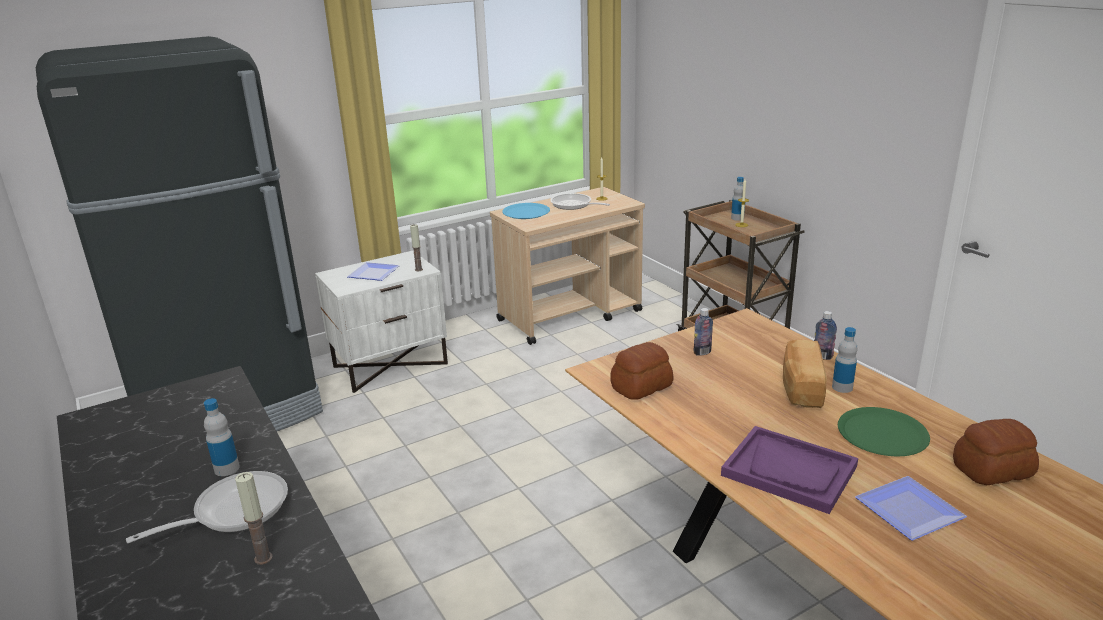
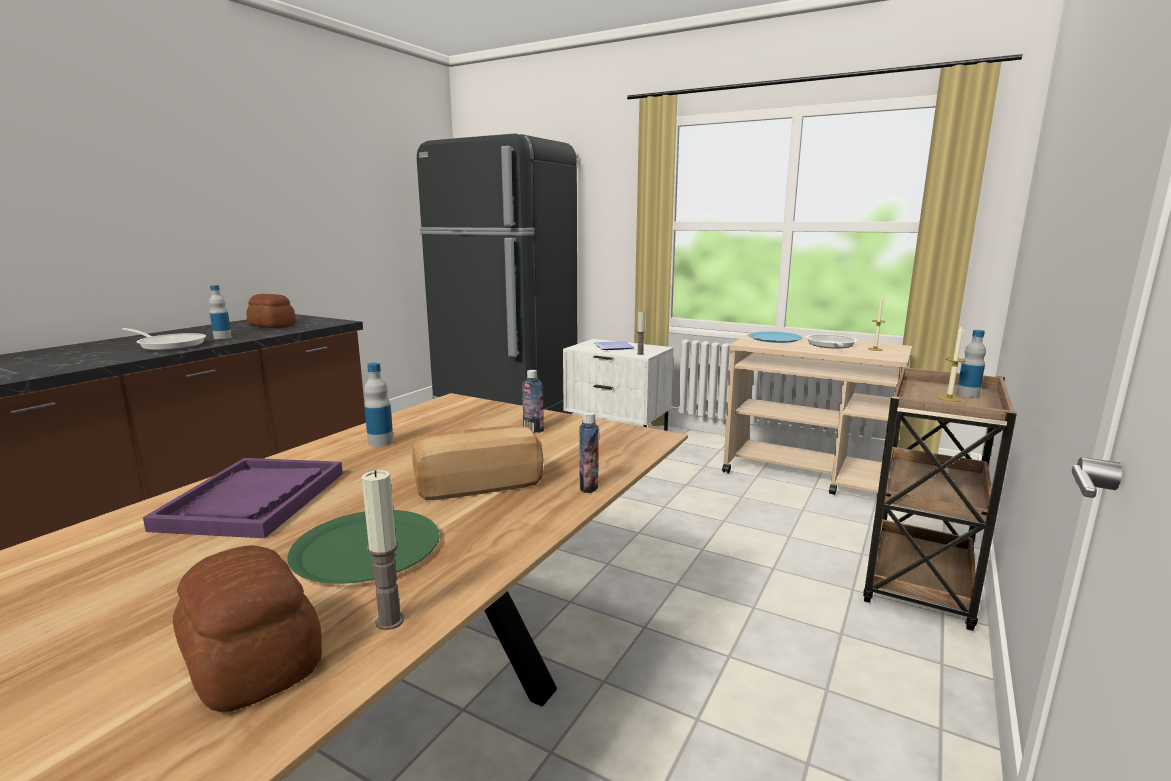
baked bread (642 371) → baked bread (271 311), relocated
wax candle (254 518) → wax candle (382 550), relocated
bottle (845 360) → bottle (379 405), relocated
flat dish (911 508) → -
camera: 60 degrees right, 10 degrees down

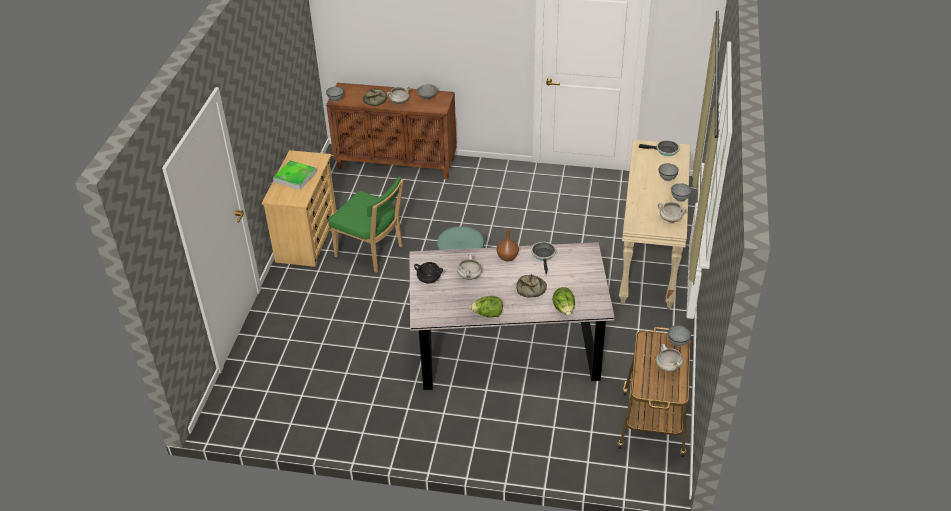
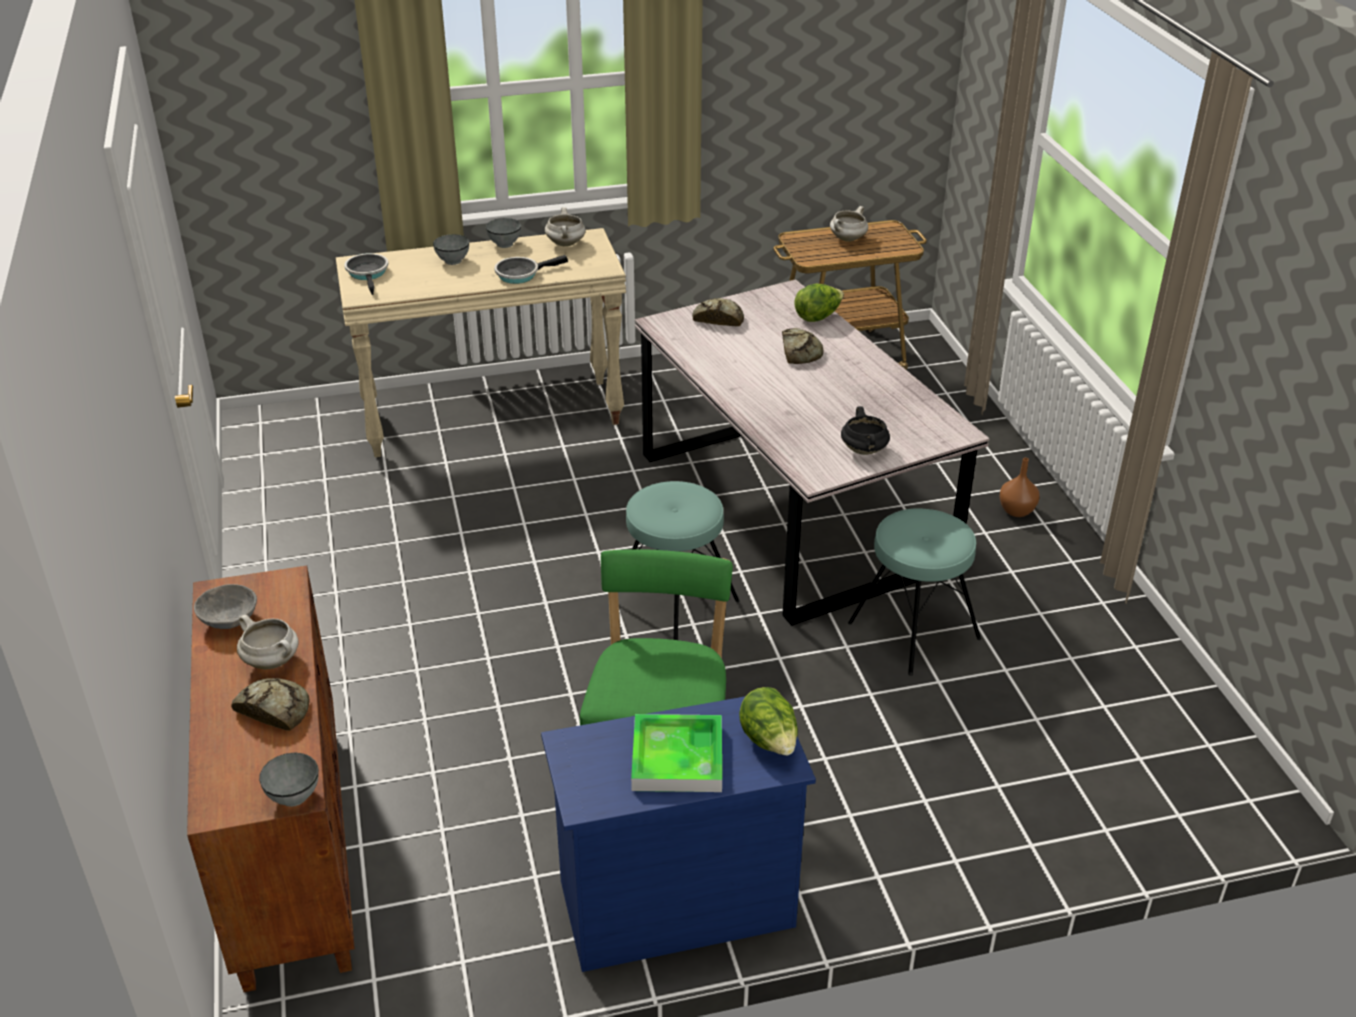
pan (543 258) → pan (531 269), relocated
beige chest of drawers (299 208) → blue chest of drawers (678 834)
- → baked bread (718 312)
head of lettuce (486 307) → head of lettuce (768 721), relocated
- → turquoise sitting stool (914 592)
brown-coloured flower vase (508 245) → brown-coloured flower vase (1020 487), relocated
white-coloured cooking pot (469 267) → -
grey serving bowl (679 336) → -
camera: 115 degrees left, 5 degrees down

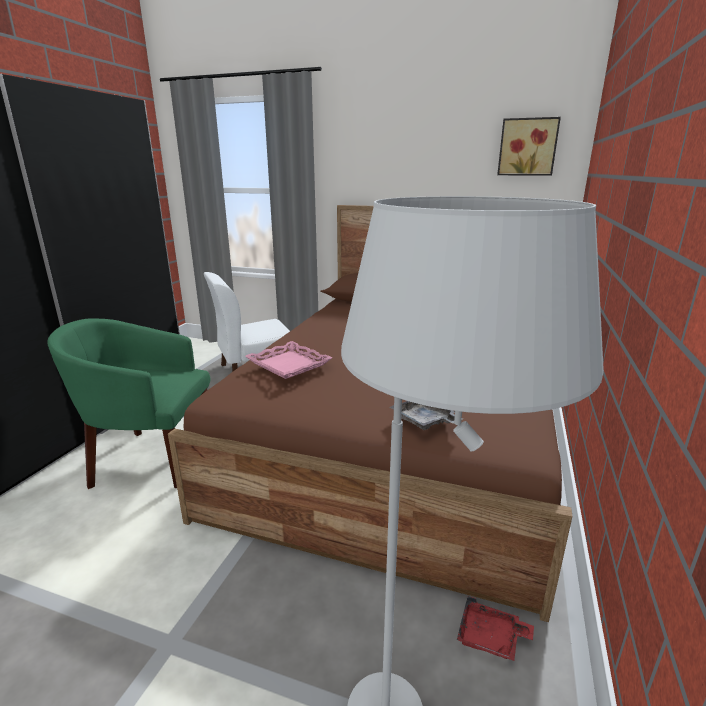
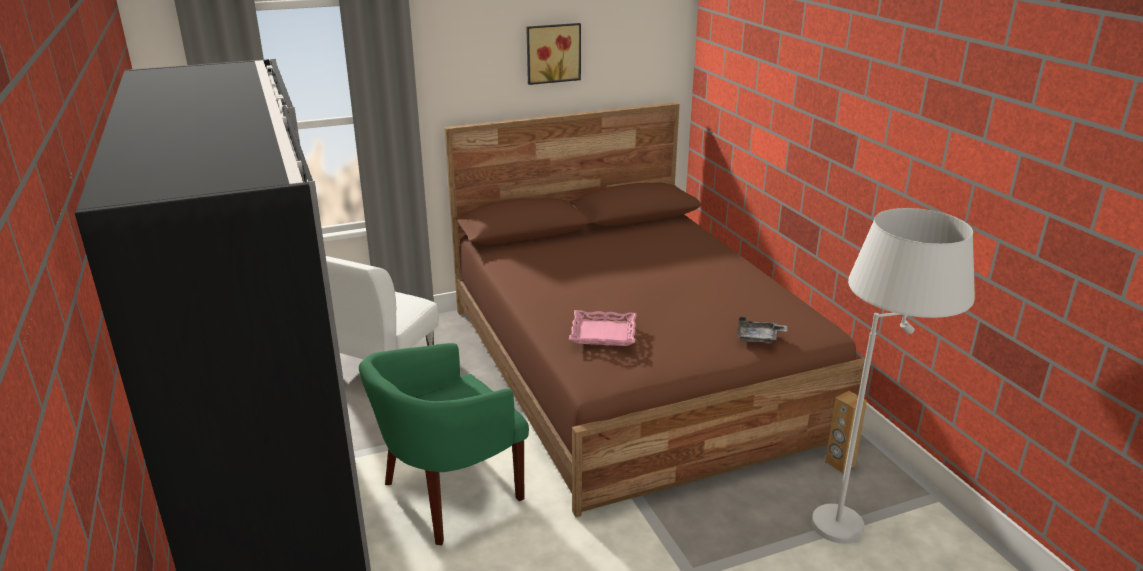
wall art (529 146) → wall art (553 54), relocated
reddish carrying tray (495 628) → brown-coloured audio speaker (846 432)
camera: 40 degrees left, 5 degrees up

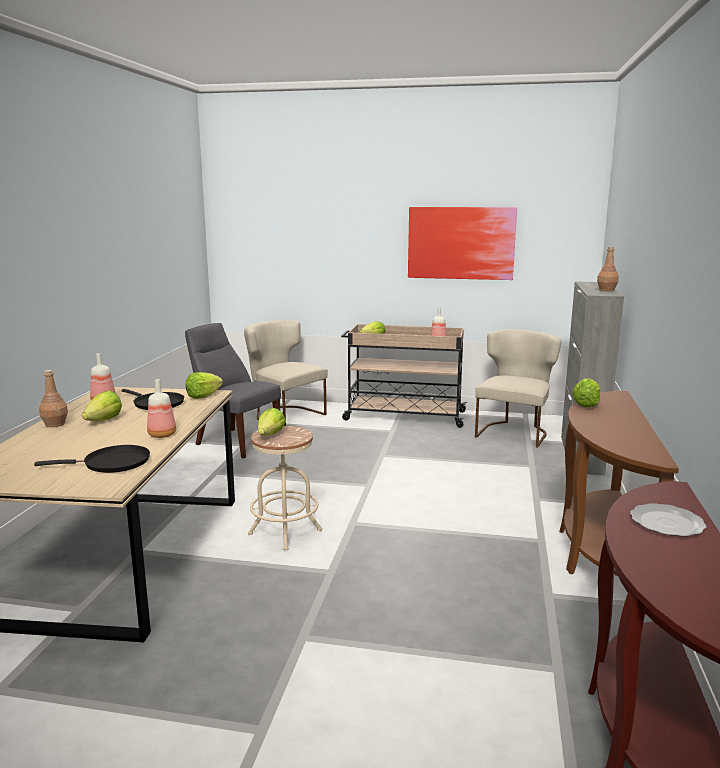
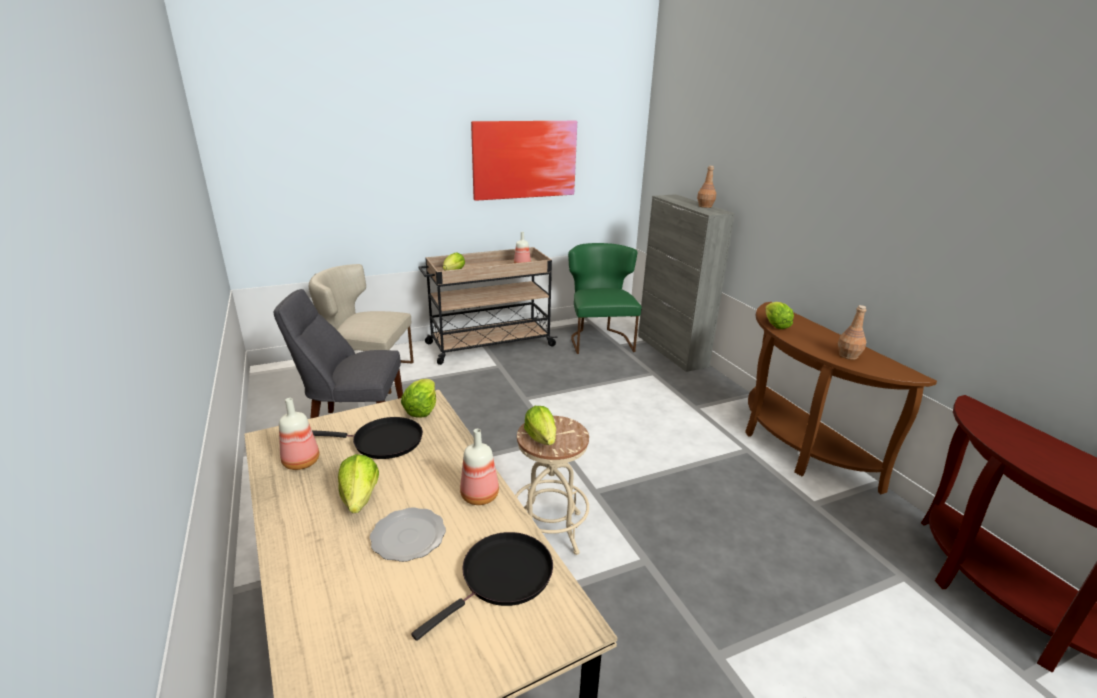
flat dish (668 520) → flat dish (408 534), relocated
beige plain chair (518 388) → green-coloured plain chair (605 298)
brown-coloured bottle (53 398) → brown-coloured bottle (852 332), relocated
camera: 35 degrees left, 10 degrees up

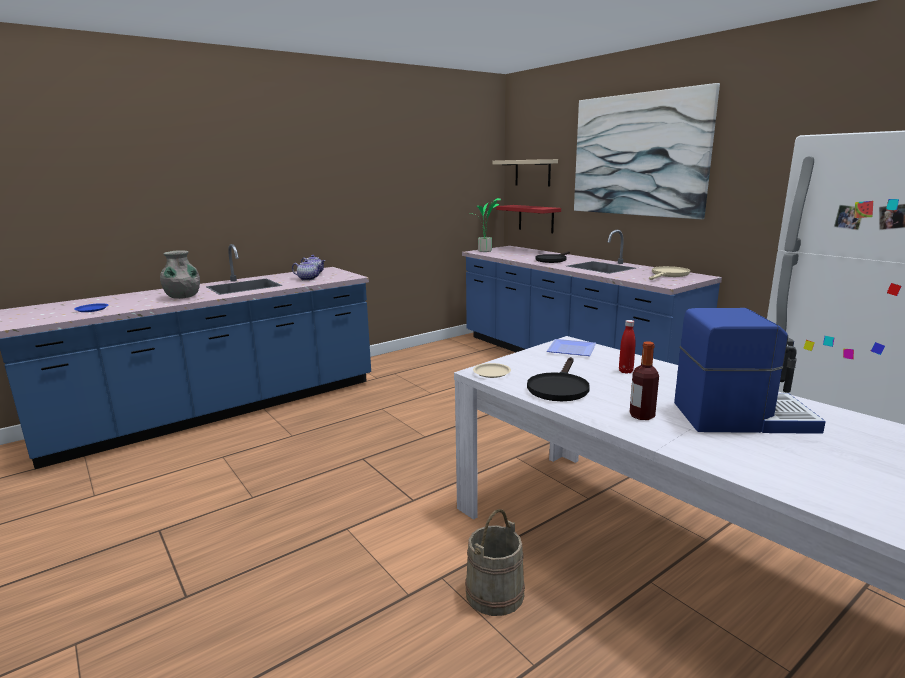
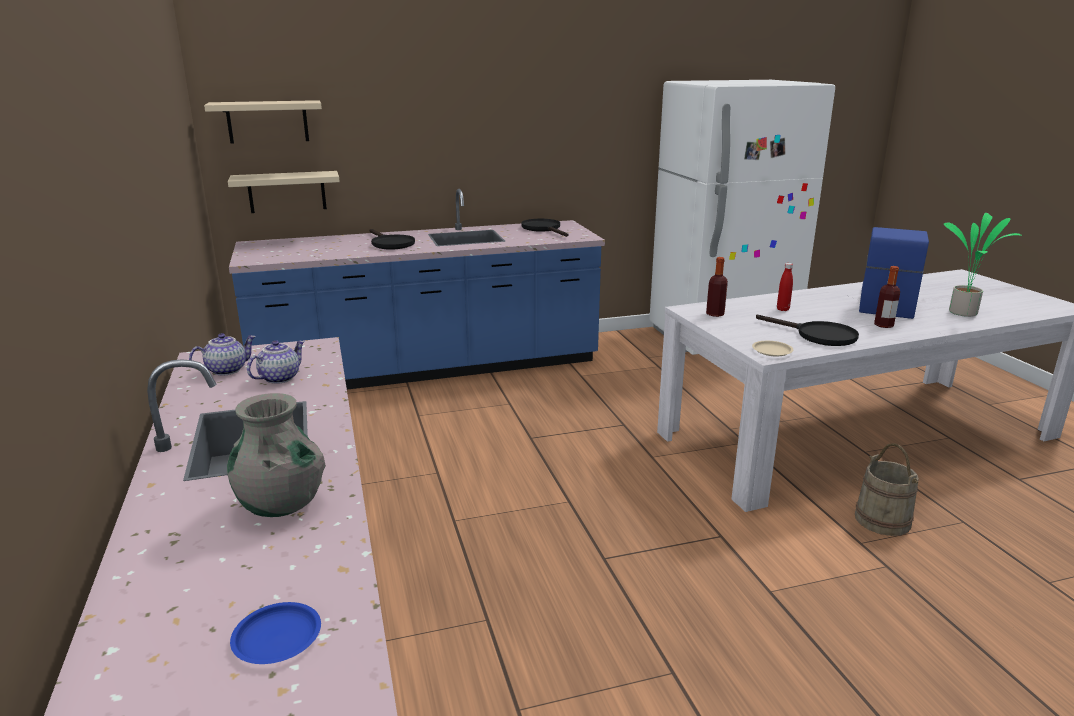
reddish bracket shelf (528 219) → beige bracket shelf (284 192)
beige pan (669 273) → black-coloured pan (544 228)
flat dish (571 347) → bottle (717 287)
potted plant (485 225) → potted plant (983 265), relocated
wall art (647 151) → -
camera: 70 degrees left, 5 degrees up

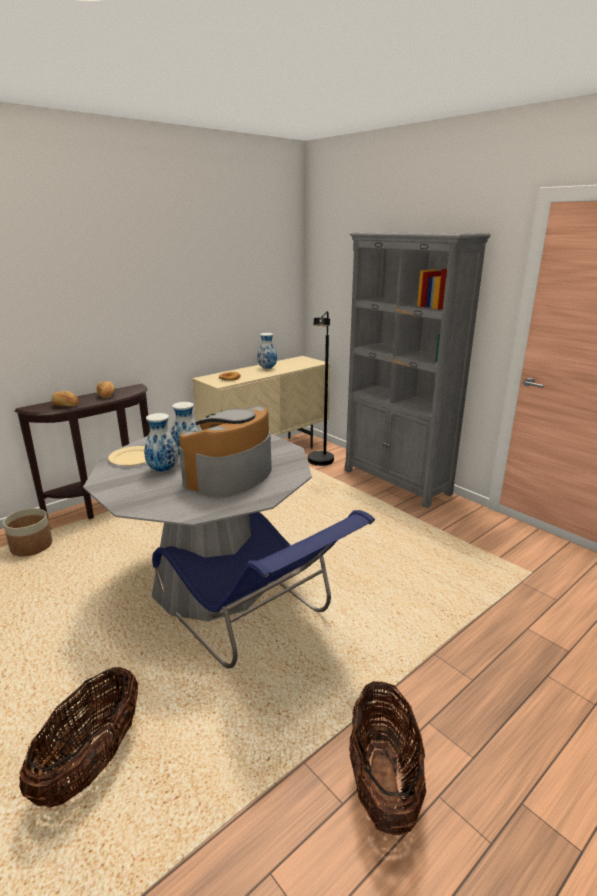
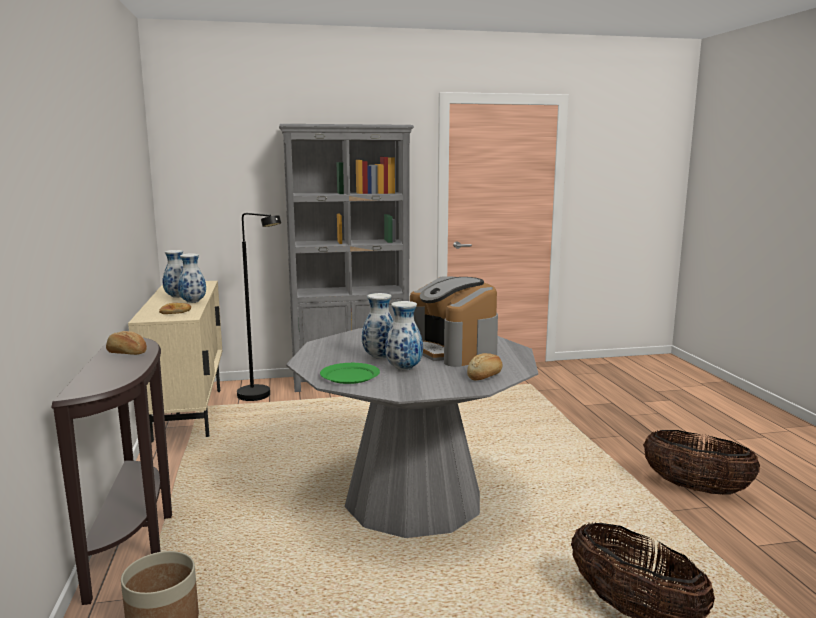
- → flower vase (192 278)
beige flat dish (127 456) → green-coloured flat dish (350 373)
baked bread (65 399) → baked bread (485 366), relocated
blue plain chair (263 589) → -
camera: 60 degrees left, 10 degrees down

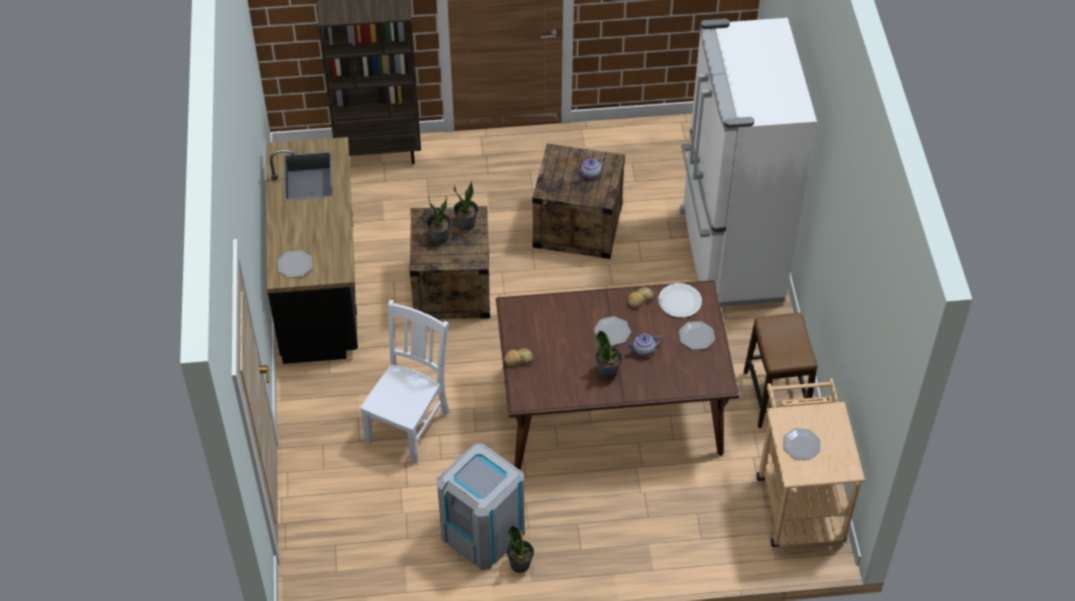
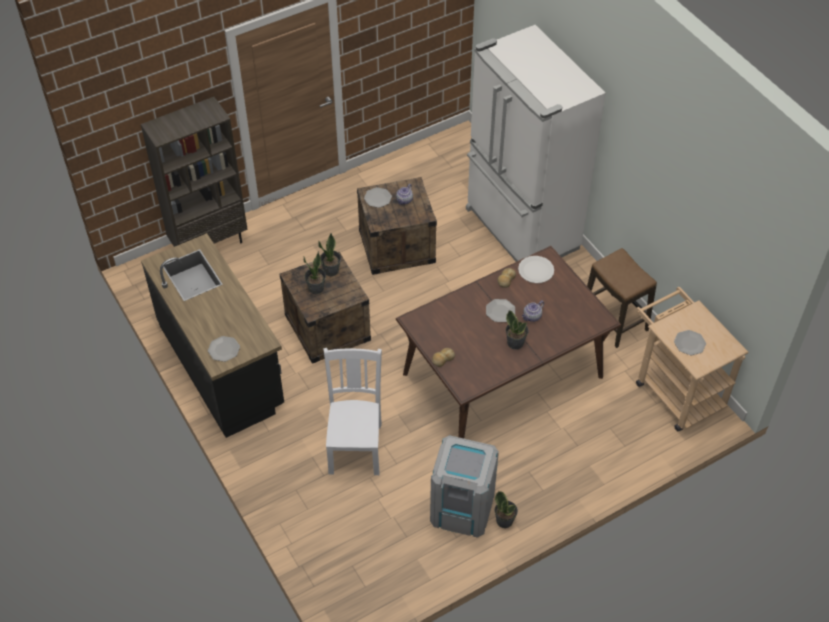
flat dish (697 335) → flat dish (378 197), relocated
camera: 25 degrees left, 0 degrees up

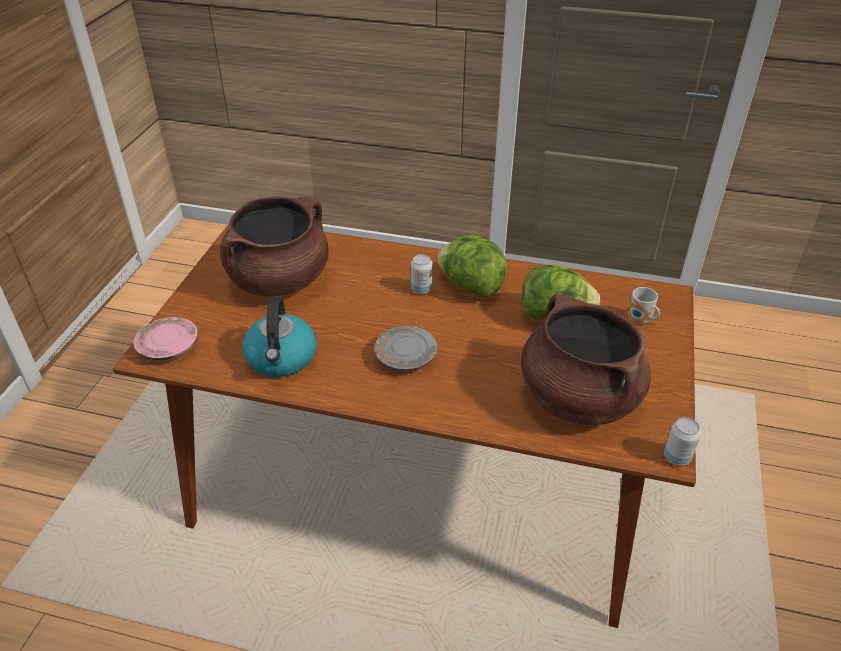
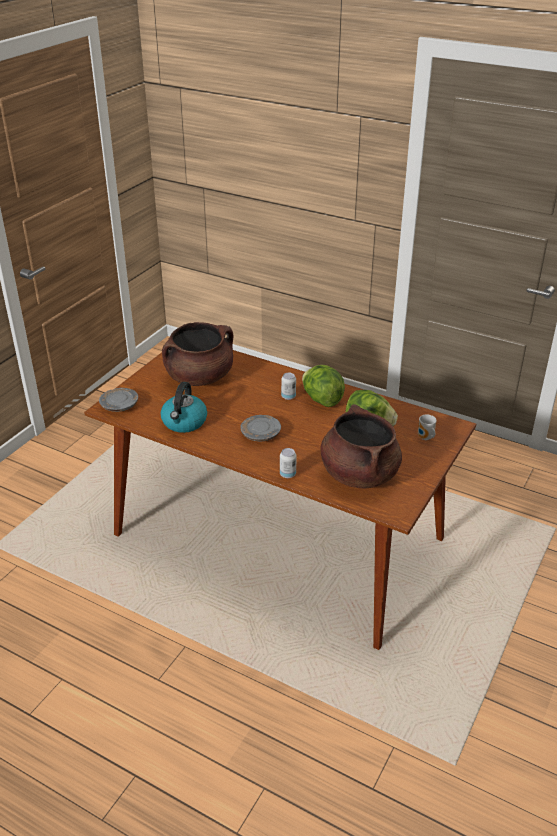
pink-coloured flat dish (165 339) → grey flat dish (118 400)
can (682 441) → can (288 463), relocated
camera: 15 degrees right, 5 degrees down

